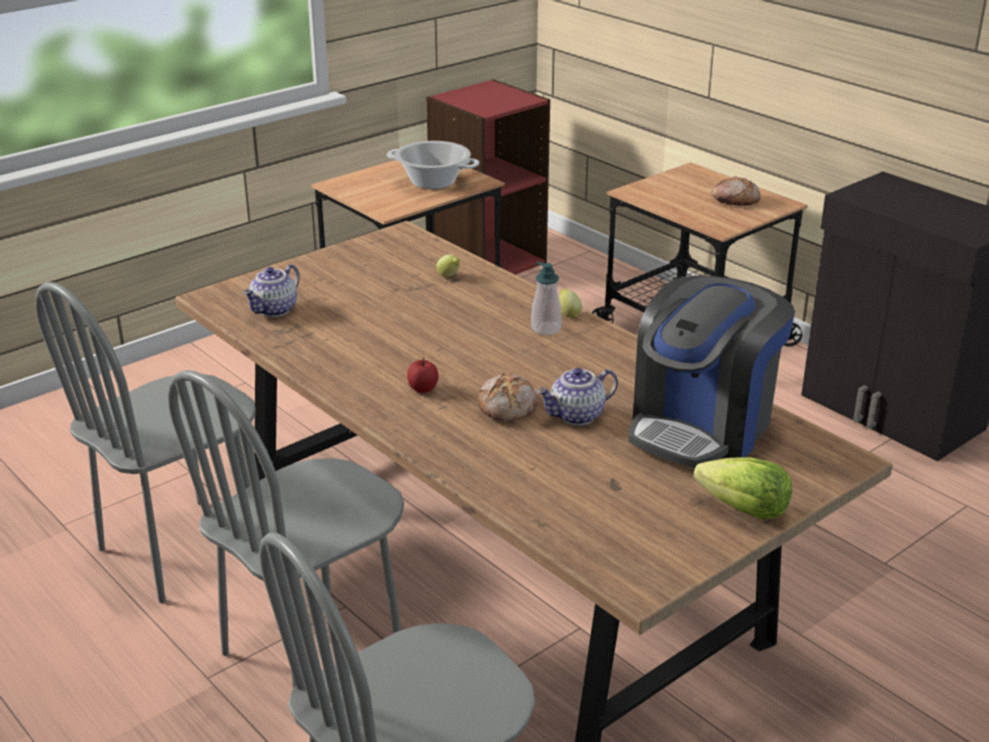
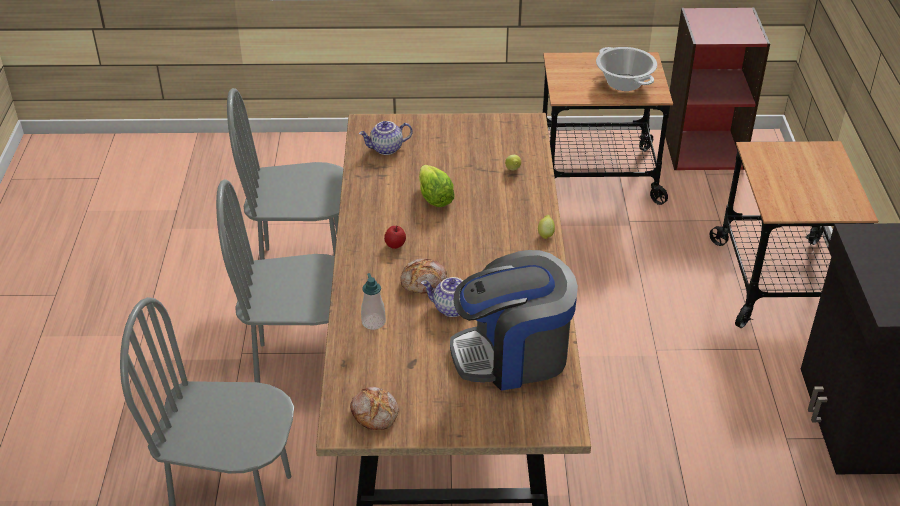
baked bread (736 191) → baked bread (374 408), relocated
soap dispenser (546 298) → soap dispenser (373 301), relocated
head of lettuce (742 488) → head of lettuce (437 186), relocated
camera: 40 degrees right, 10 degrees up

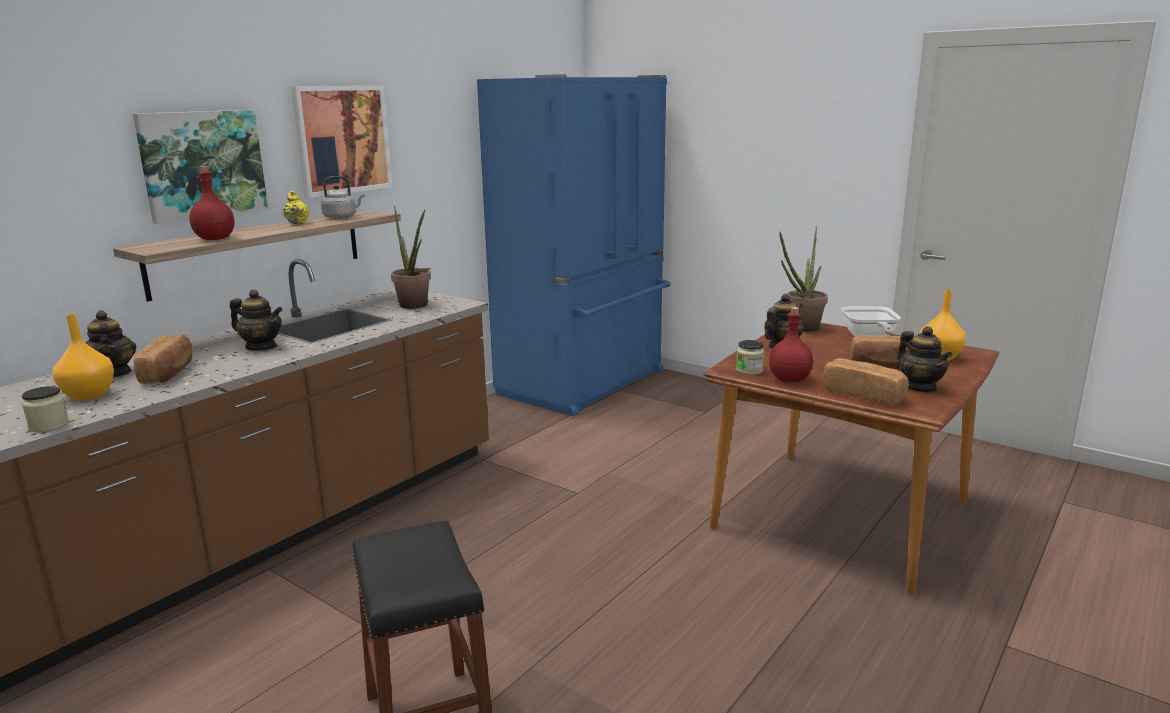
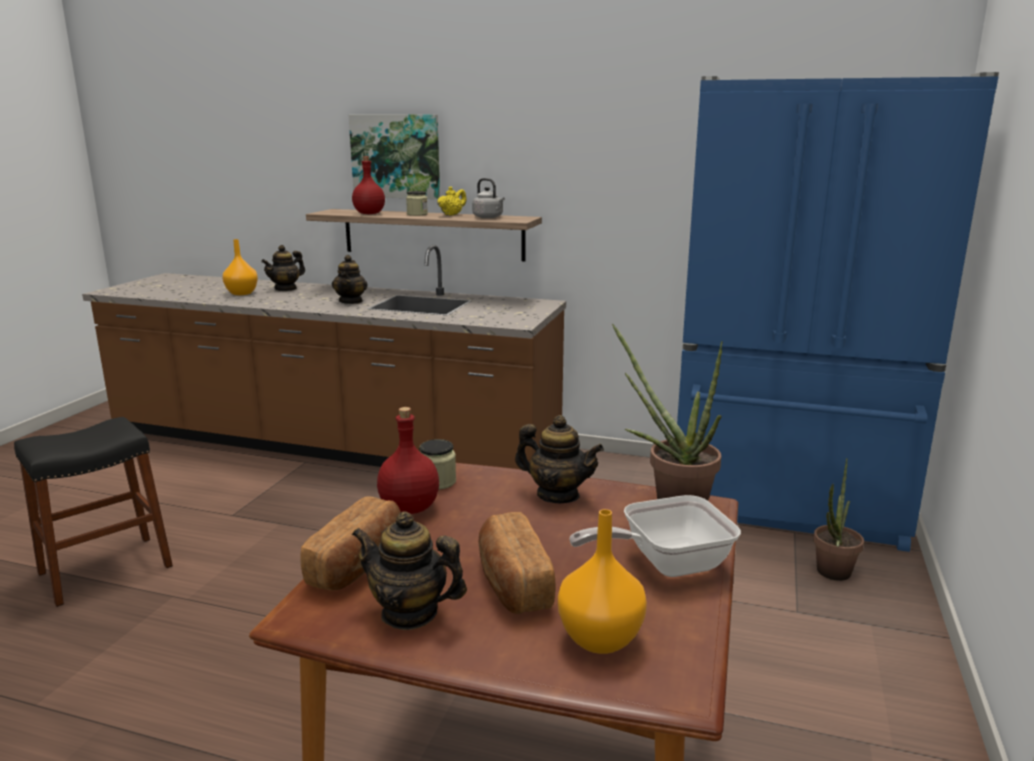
pot for tea (925 359) → pot for tea (409 570), 60 degrees clockwise
preserve jar (45 409) → preserve jar (417 203), relocated
potted plant (411 257) → potted plant (838 519), relocated
baked bread (162 359) → -
wall art (341 141) → -
camera: 70 degrees right, 0 degrees up

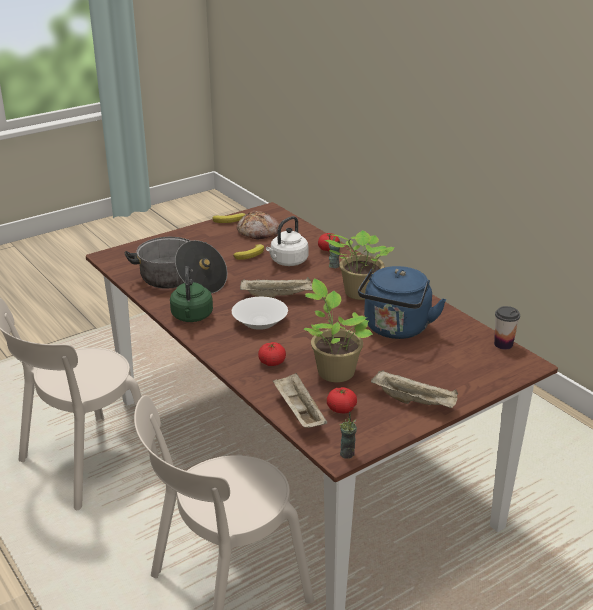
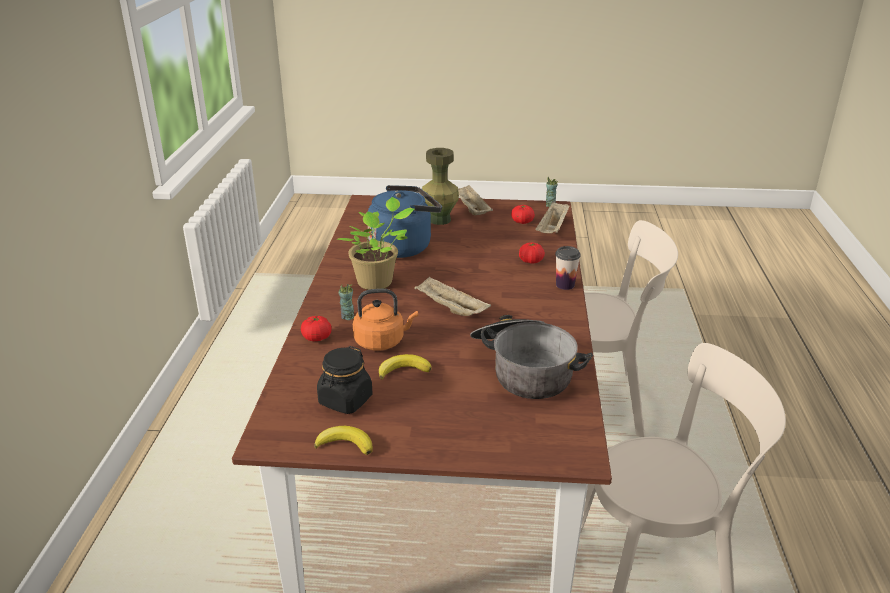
baked bread (258 225) → black-coloured preserve jar (345 380)
white-coloured tea kettle (287 241) → orangey tea kettle (385 320)
- → green-coloured flower vase (440 186)
cup (507 328) → cup (568 268), relocated
green-coloured tea kettle (191 294) → -
white-coloured serving bowl (260 313) → -
potted plant (338 330) → -
camera: 140 degrees left, 0 degrees up

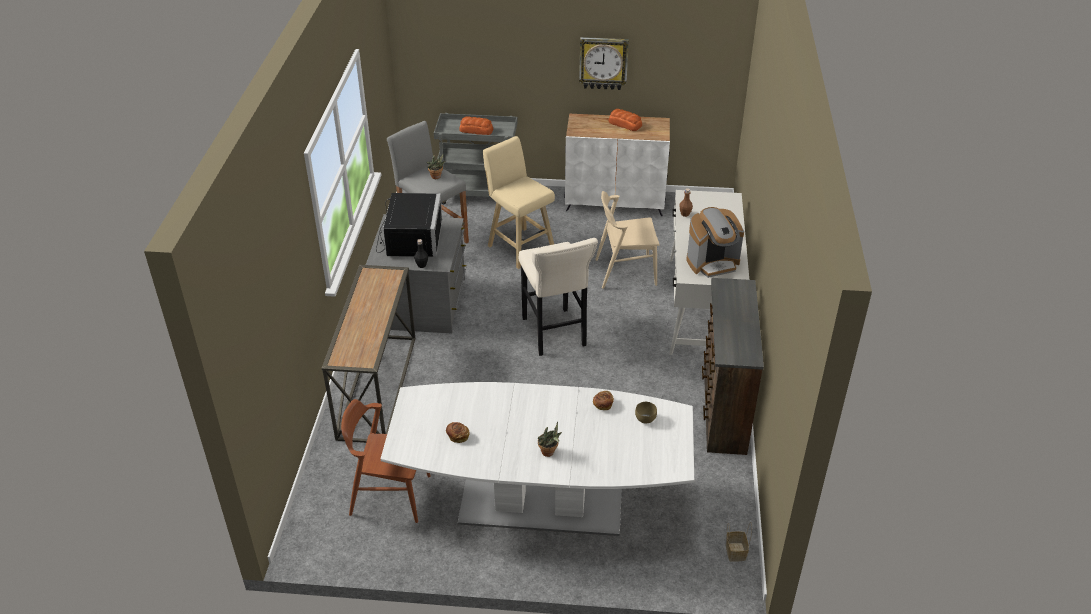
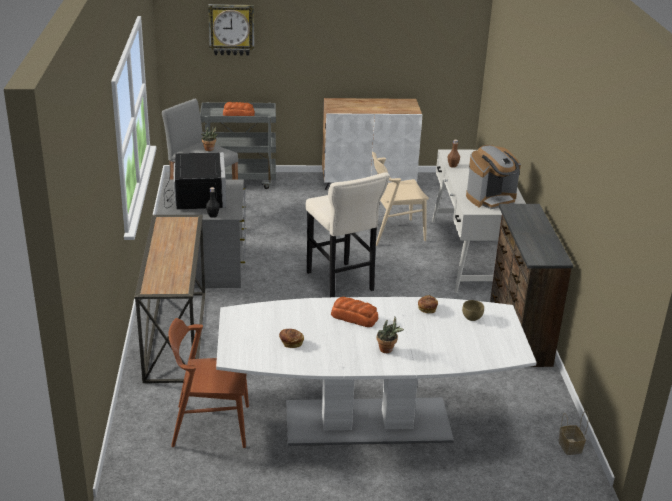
clock on the wall (604 63) → clock on the wall (231 30), relocated
baked bread (625 120) → baked bread (354 312), relocated
beige sitting stool (519 202) → -
camera: 10 degrees left, 10 degrees down

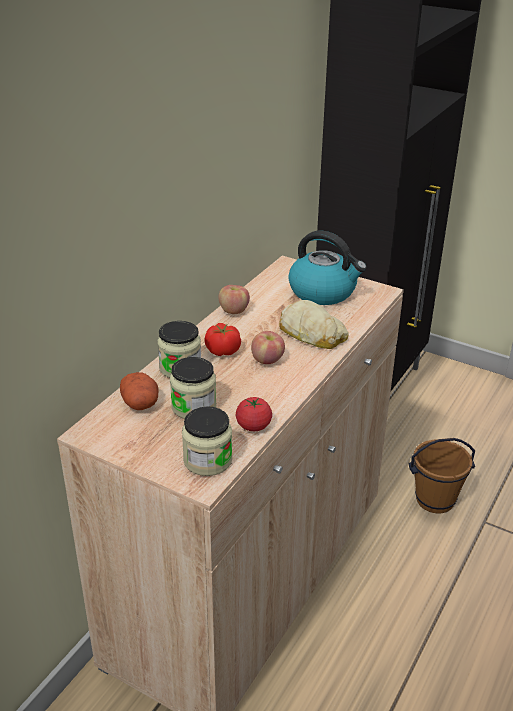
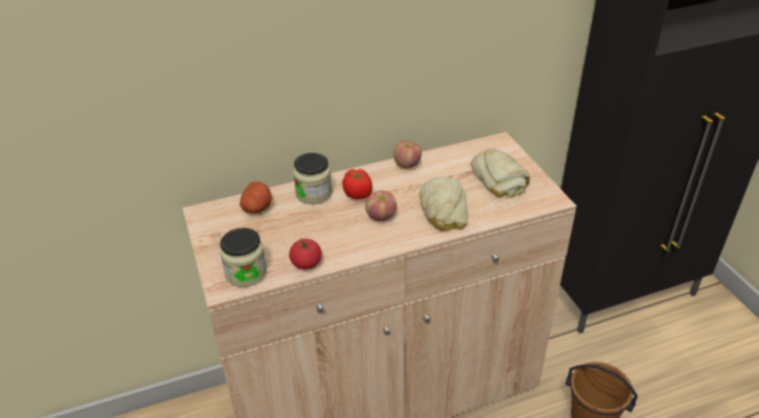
tea kettle (327 268) → baked bread (500 172)
preserve jar (193 388) → -
camera: 40 degrees right, 5 degrees up

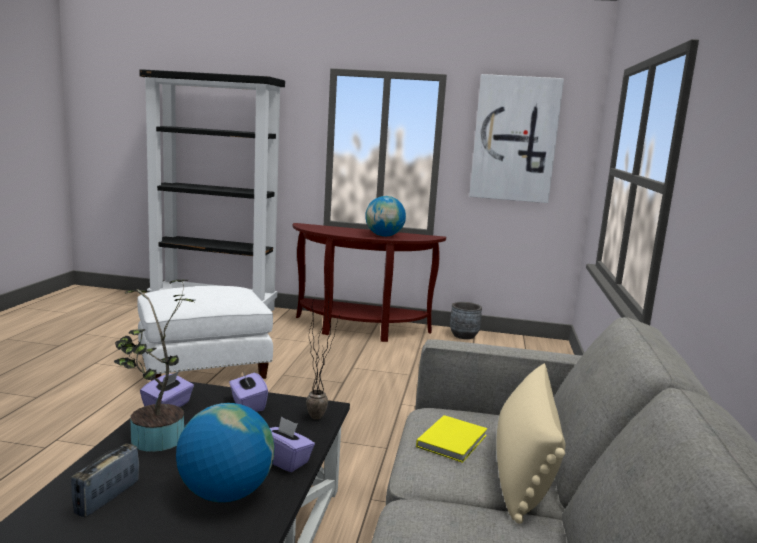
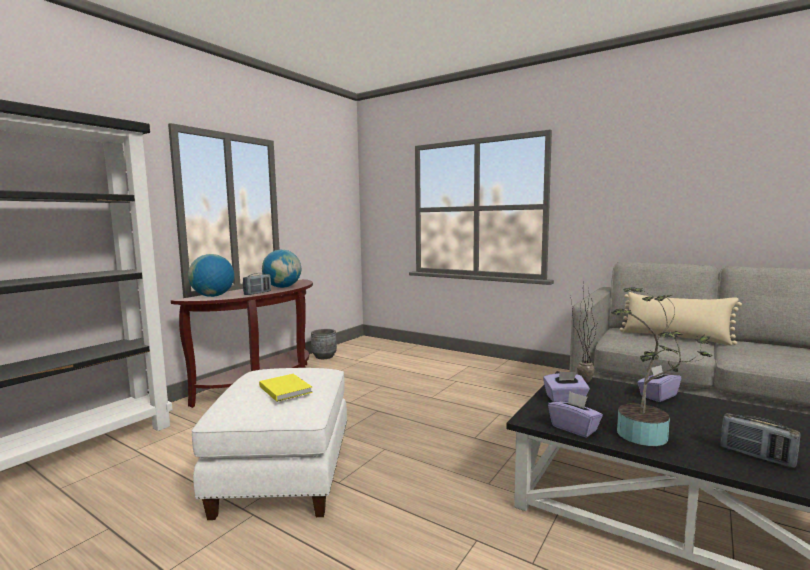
globe (225 452) → globe (211 275), relocated
- → radio set (257 284)
yellowish volume (451 439) → yellowish volume (286 388), relocated
wall art (516 138) → -
camera: 65 degrees left, 5 degrees down

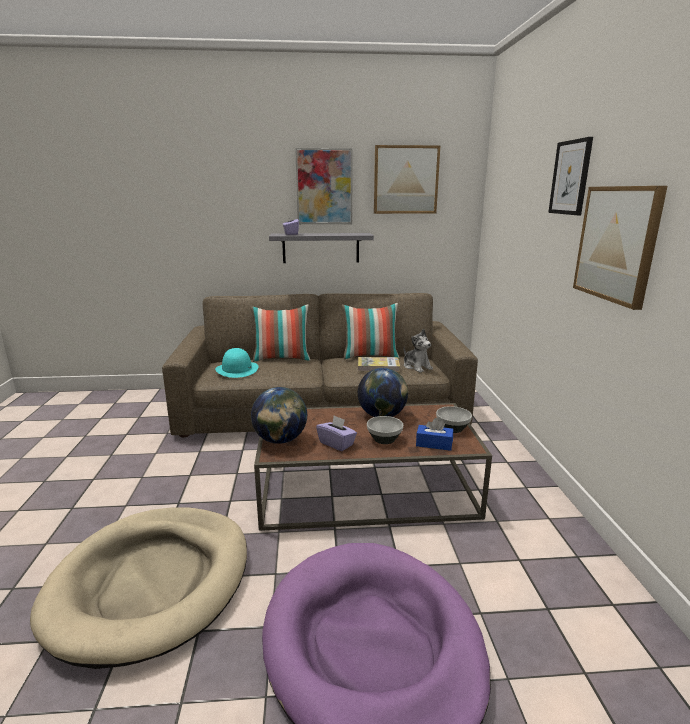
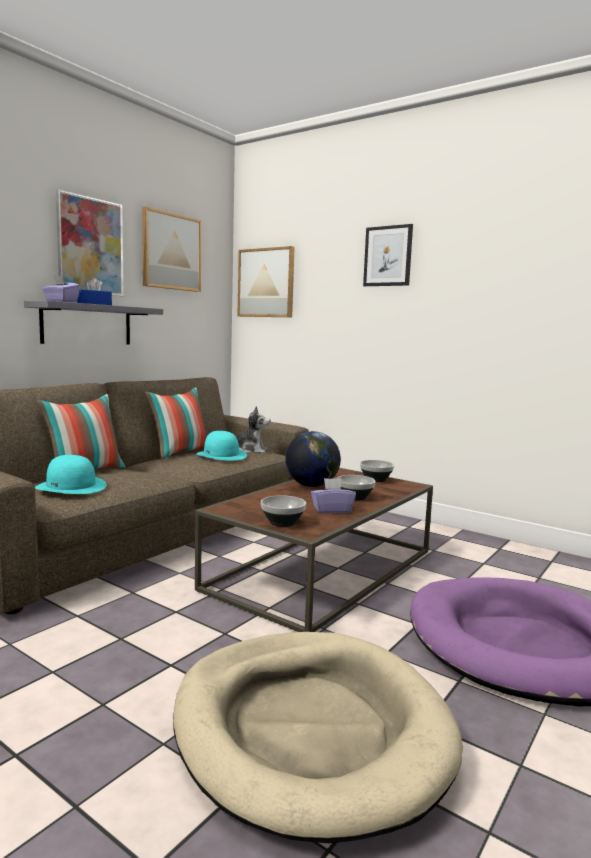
blue tissue holder (434 434) → blue tissue holder (94 291), relocated
volume (379 364) → turquoise clothing hat (221 446)
wall art (620 248) → wall art (266 281), relocated
globe (279 415) → serving bowl (283 511)
camera: 50 degrees left, 10 degrees down

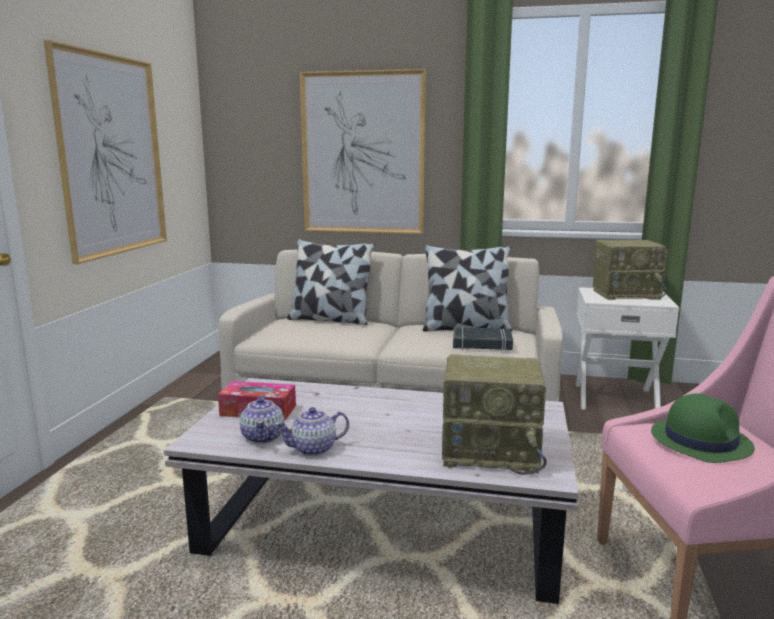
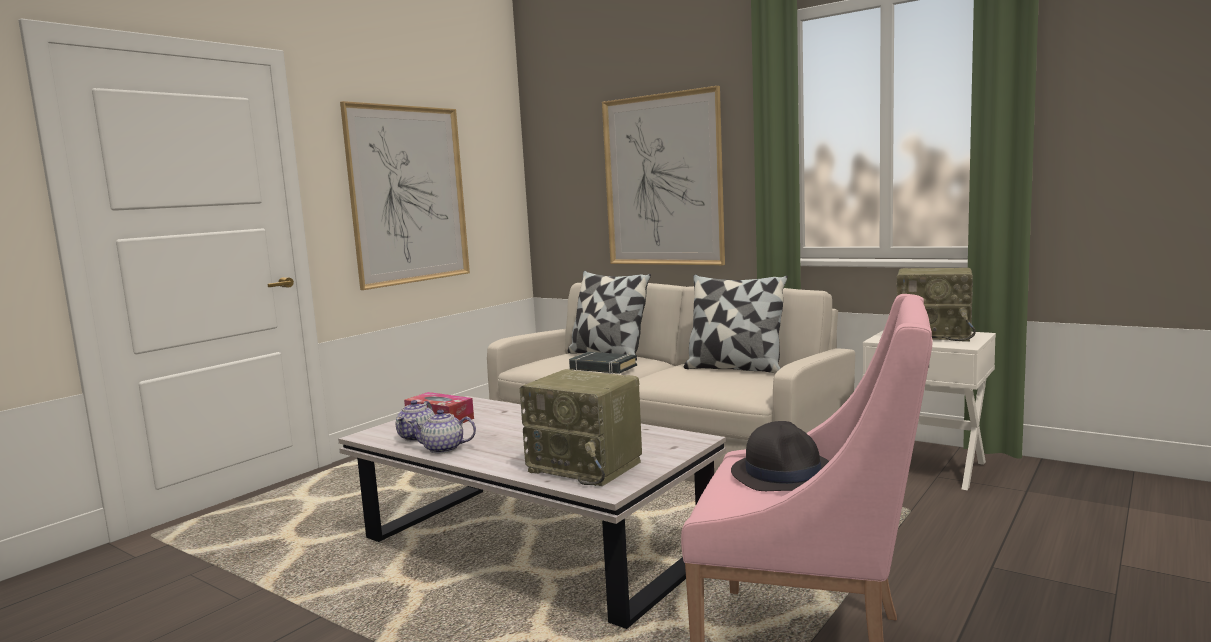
black-coloured volume (483 339) → black-coloured volume (603 363), relocated
green-coloured clothing hat (703 428) → black-coloured clothing hat (780 456)
camera: 25 degrees right, 5 degrees down

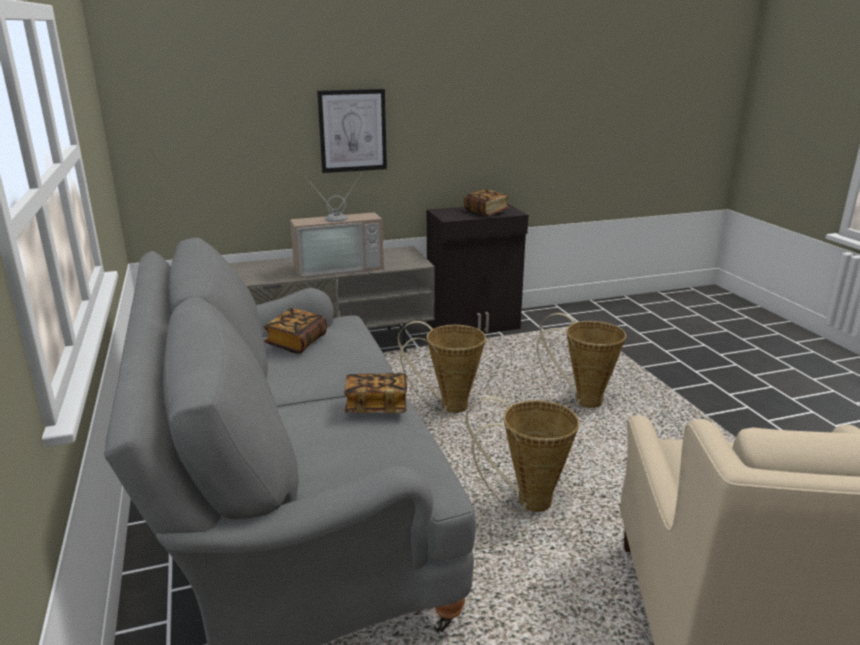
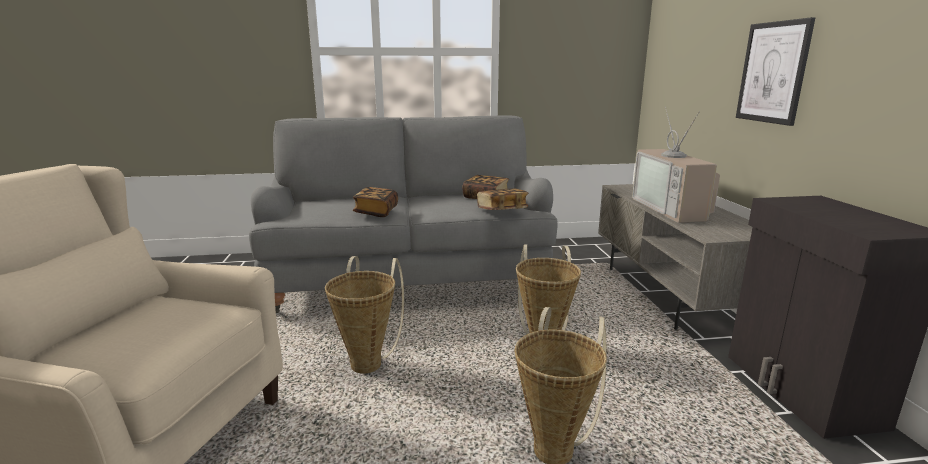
volume (486 202) → volume (502 199), relocated
camera: 100 degrees right, 5 degrees down

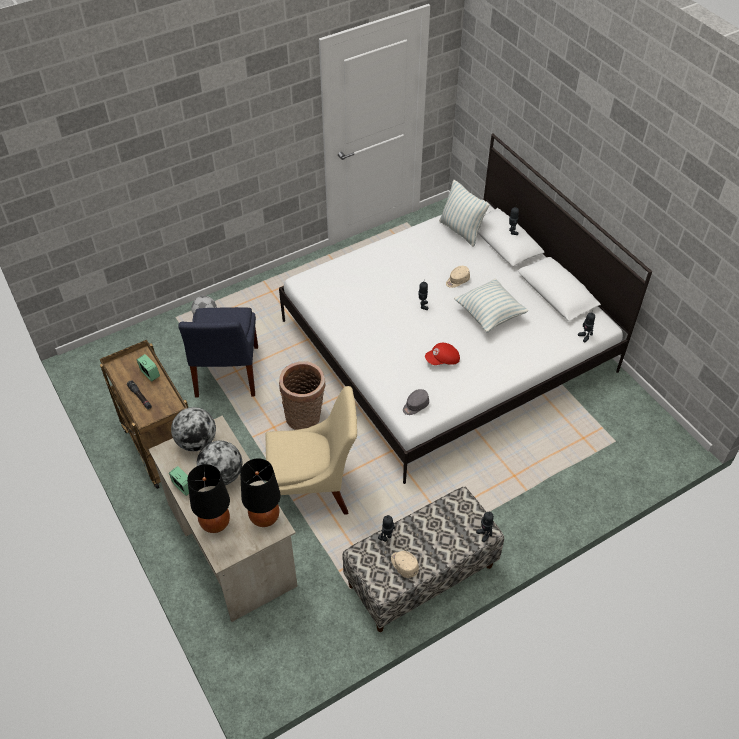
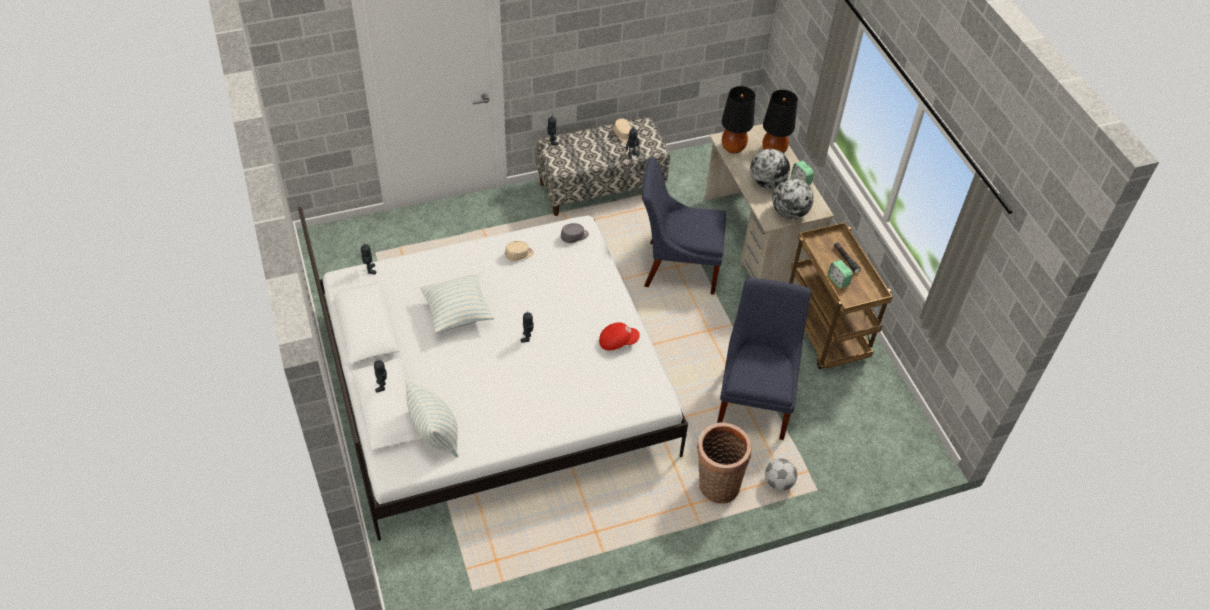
beige cap (458 277) → beige cap (519 251), relocated
reddish cap (442 354) → reddish cap (619 336), relocated
beige plain chair (311 450) → blue plain chair (684 226)
household basket (302 395) → household basket (724 463), relocated
camera: 170 degrees left, 0 degrees up

